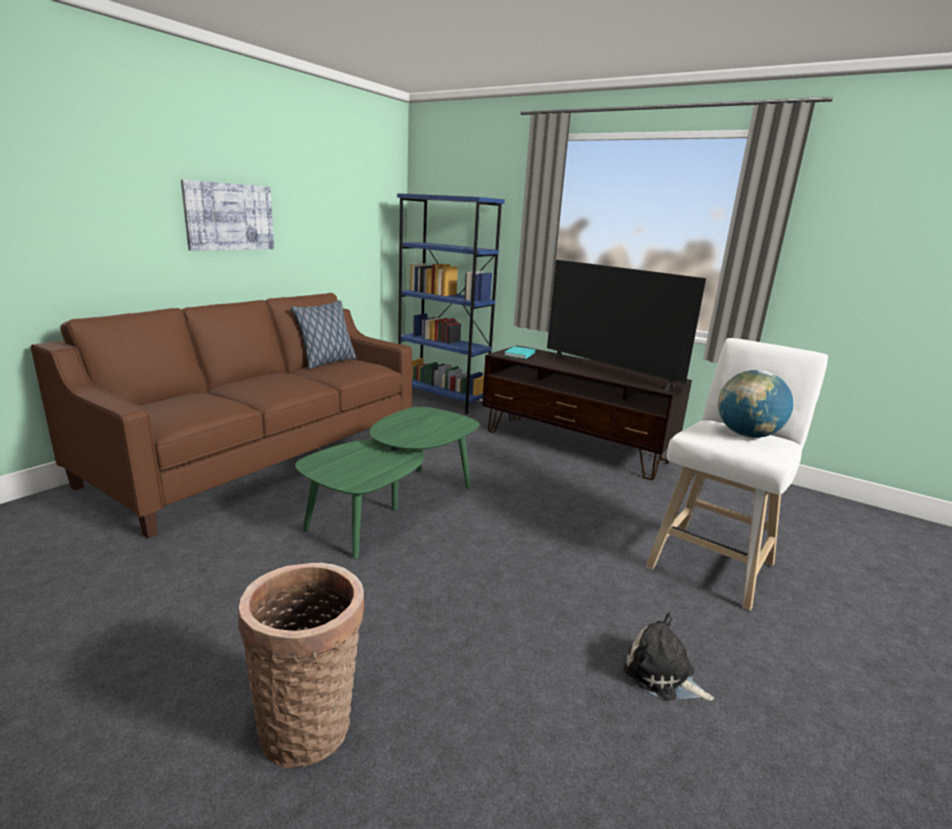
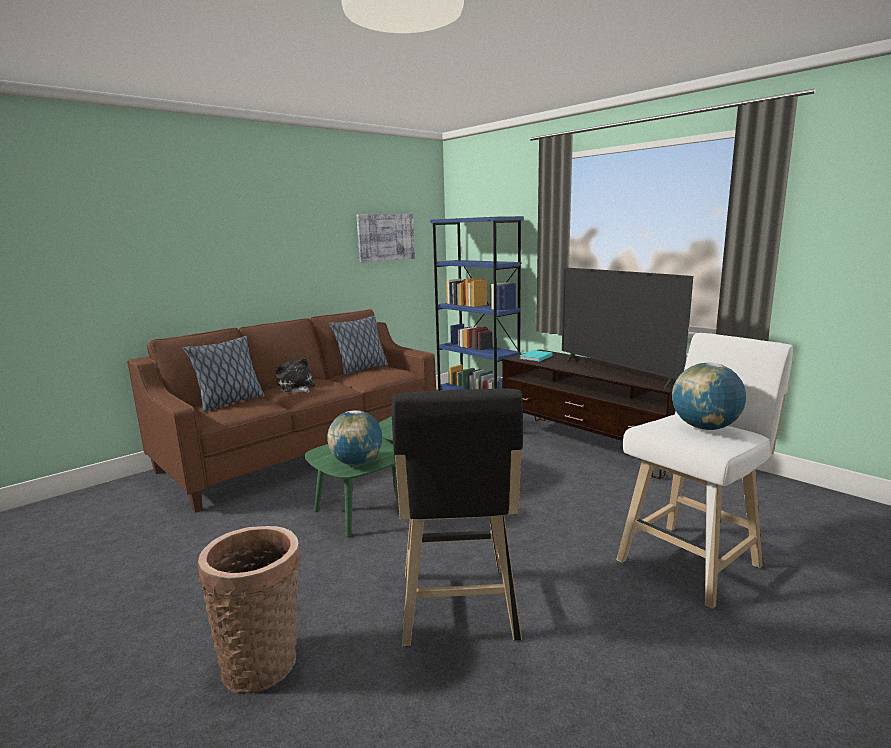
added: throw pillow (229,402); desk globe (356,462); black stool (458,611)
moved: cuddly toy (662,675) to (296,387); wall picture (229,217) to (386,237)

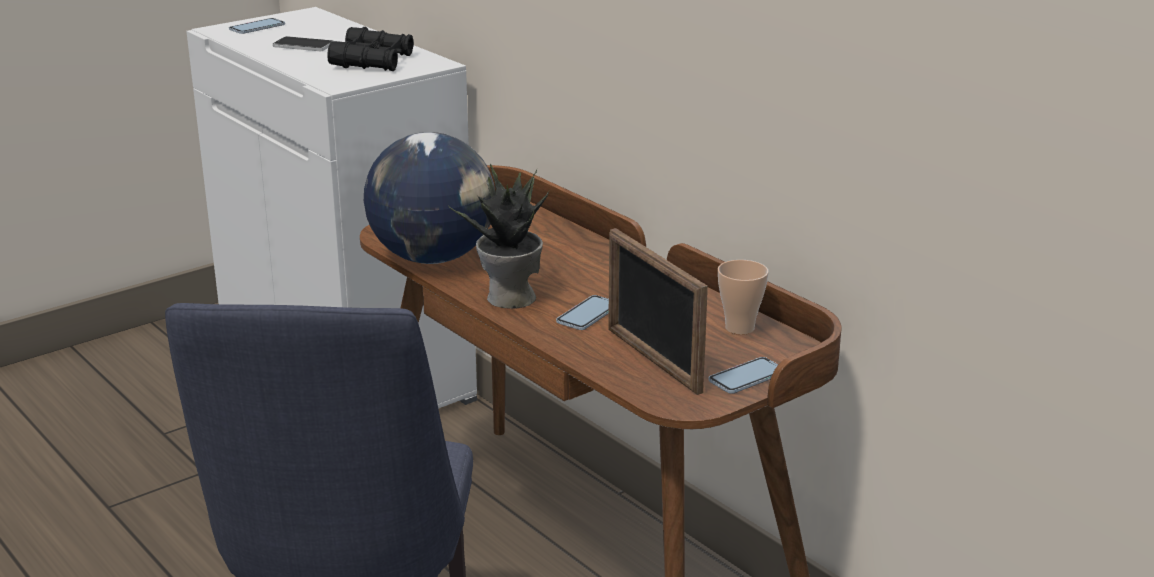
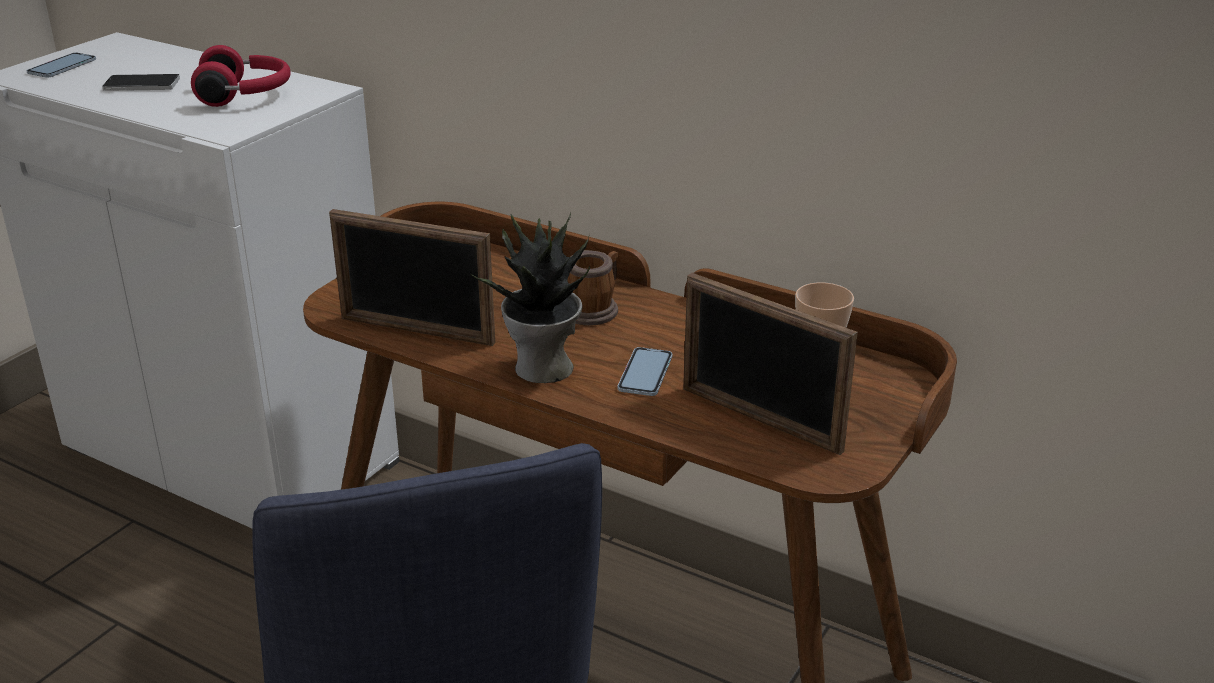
removed: telephone (747,377)
added: tea mug (594,309)
replaced: black field glasses (372,61) to red headphones (246,95); desk globe (434,258) to picture frame (416,331)

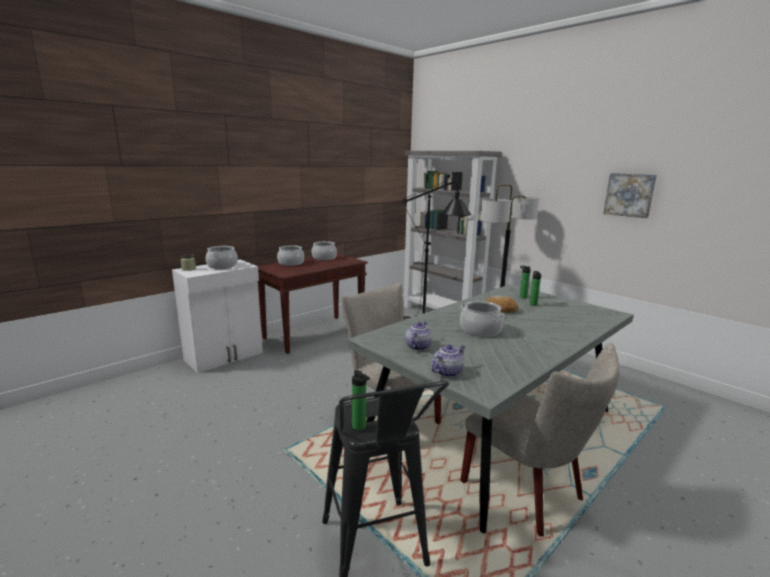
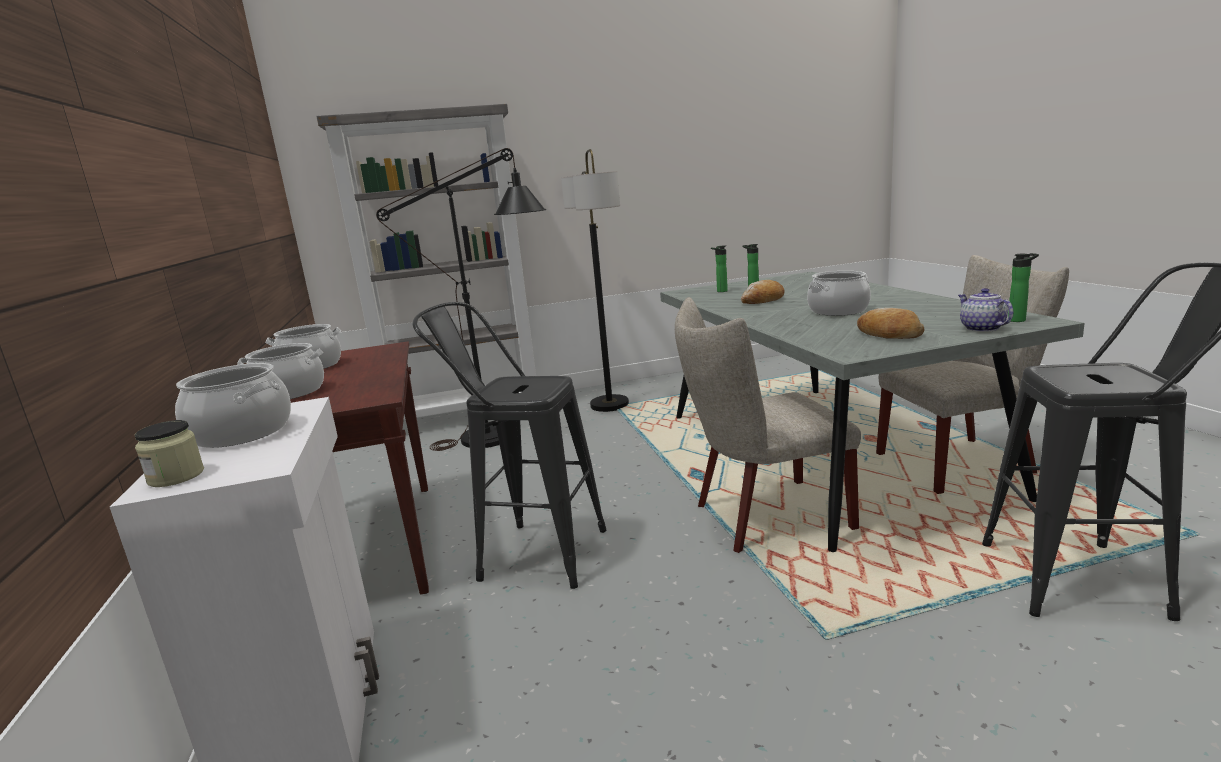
removed: wall picture (629,195)
added: black stool (530,553)
moved: bottle (360,427) to (1019,320)
replaced: teapot (418,346) to bakery bread (888,334)

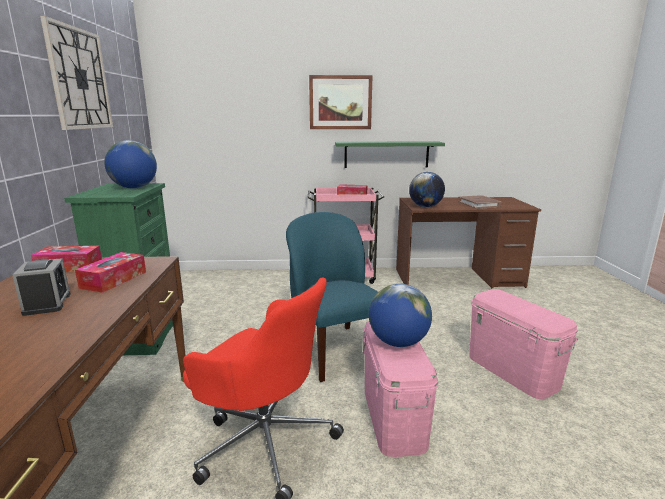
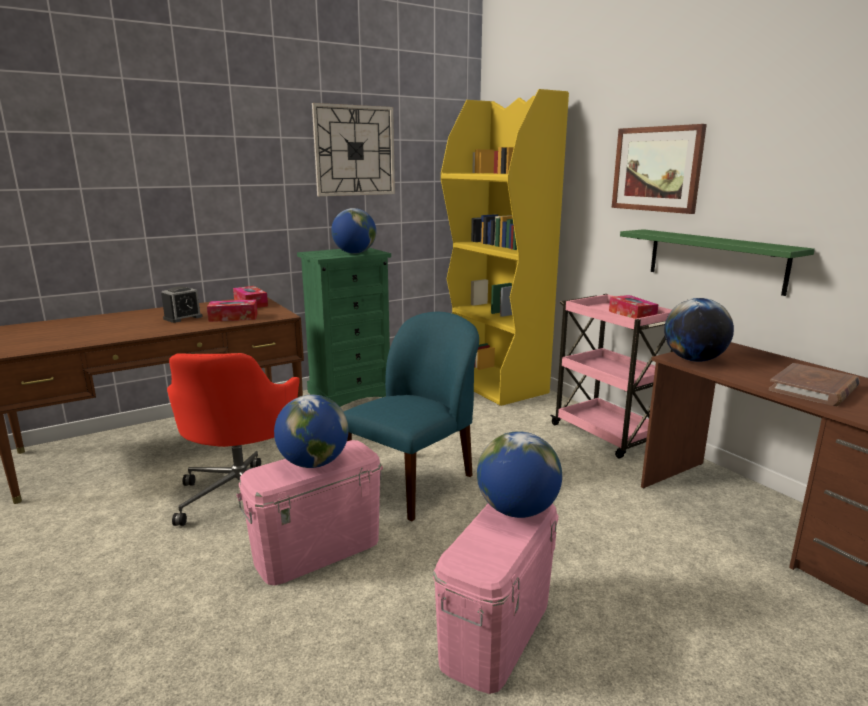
added: yellow-coloured shelving unit (493,383); desk globe (517,510)

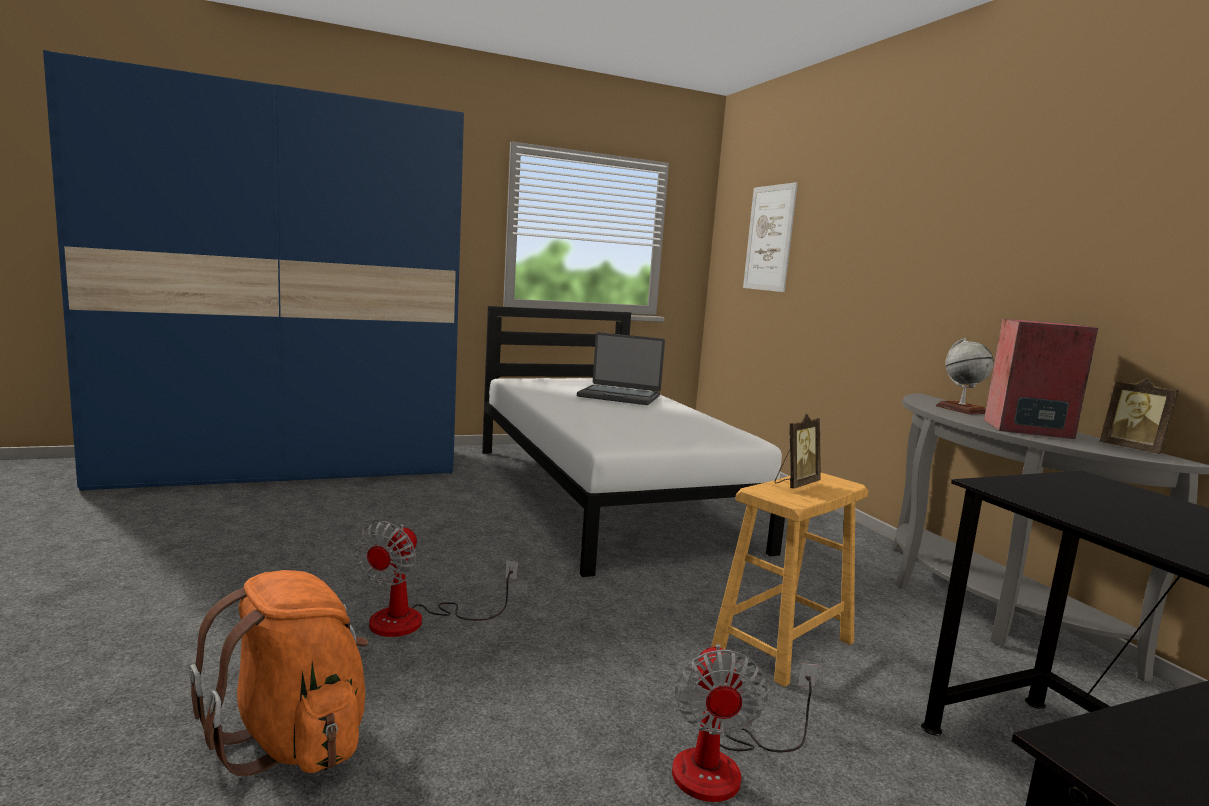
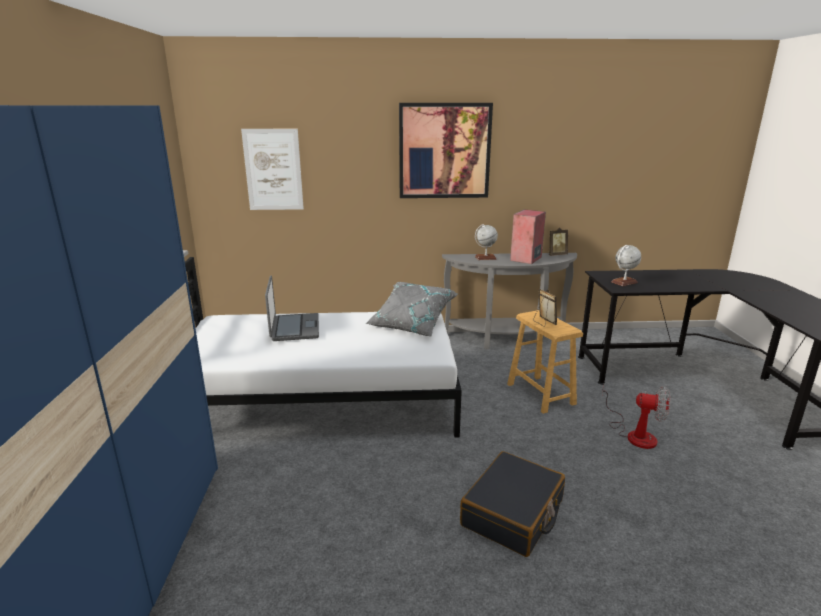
removed: orangey knapsack (294,739)
added: gray throw pillow (411,324); wall picture (444,151); desk globe (624,282)
replaced: electric fan (416,620) to black suitcase (513,513)
turned: laptop (619,396) = (294,328) 45 degrees counterclockwise

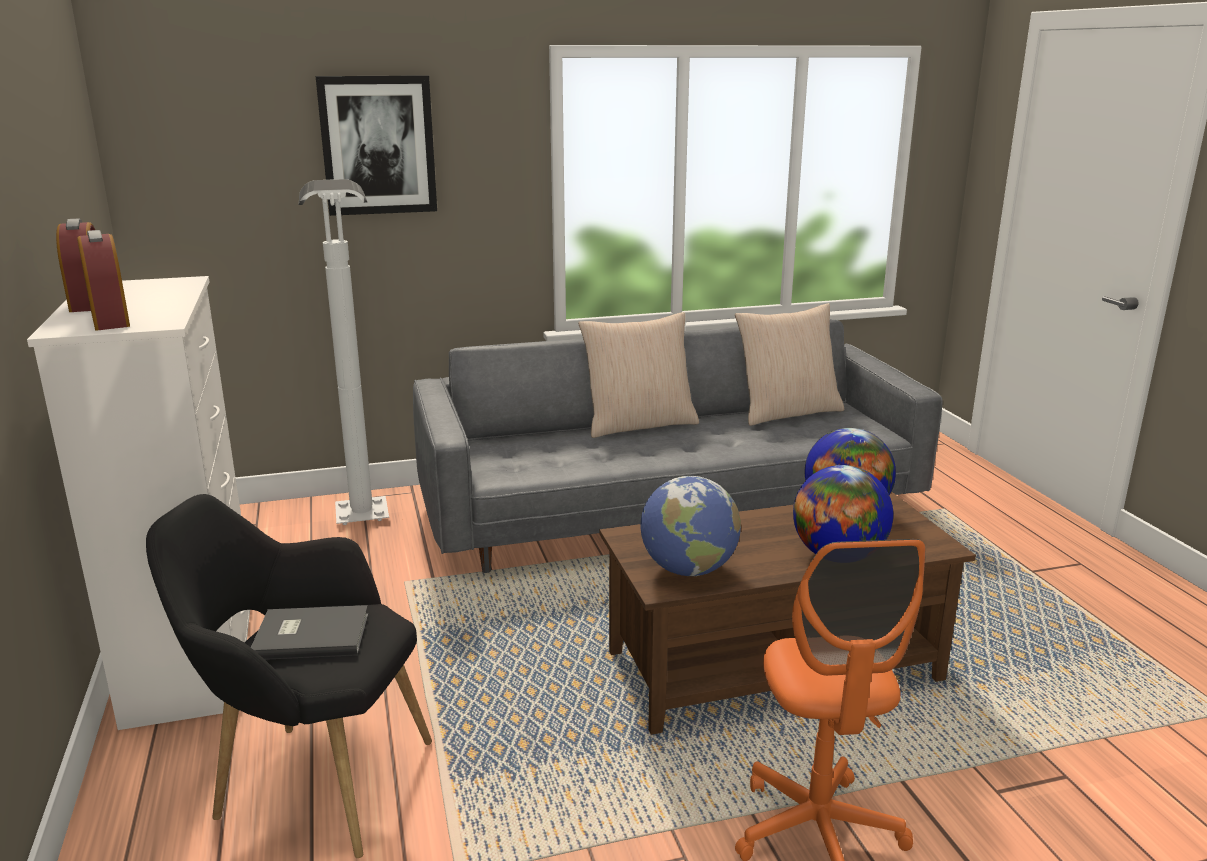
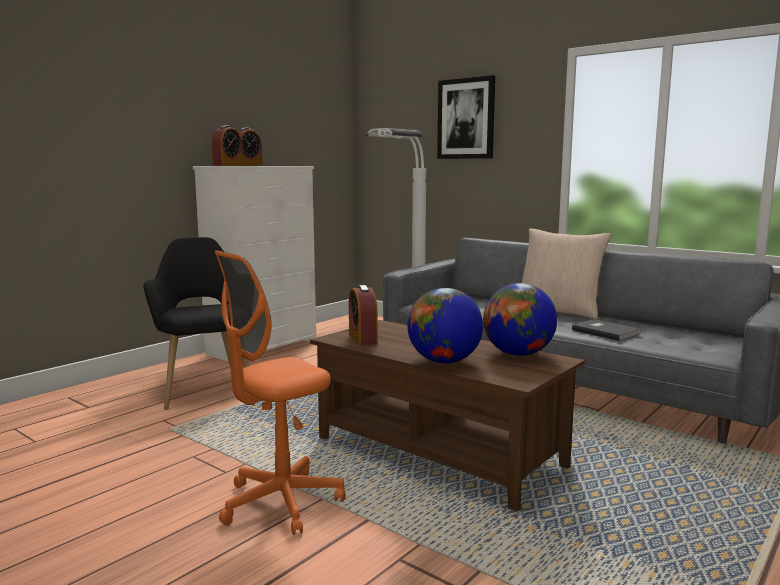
removed: beige throw pillow (787,412)
moved: gray book (310,635) to (605,331)
replaced: desk globe (688,570) to alarm clock (362,339)

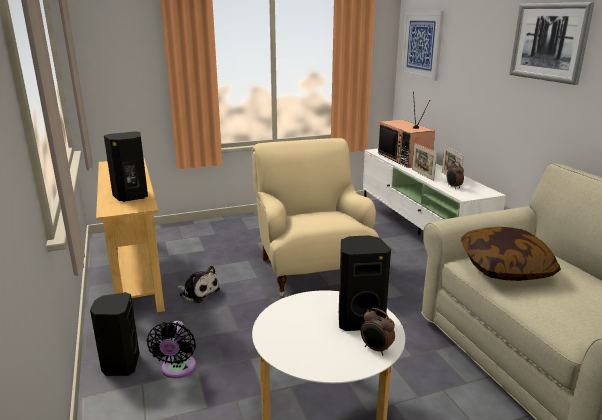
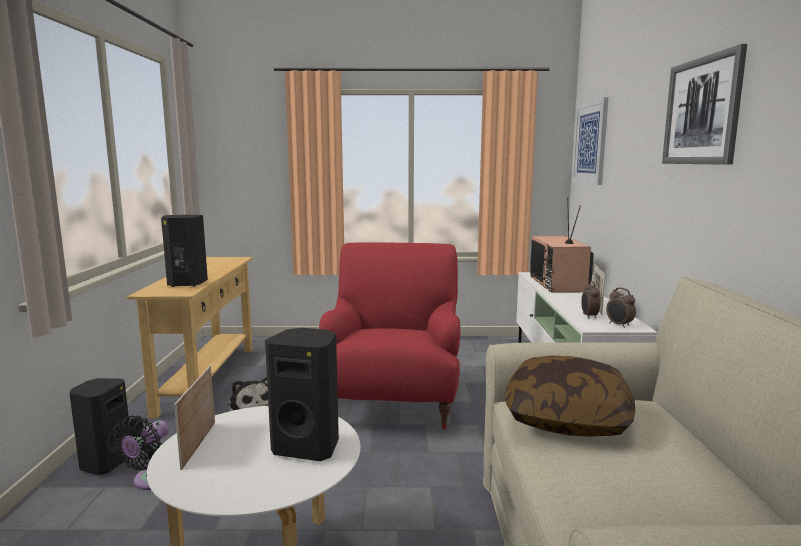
moved: picture frame (422,175) to (199,444); alarm clock (376,349) to (619,325)
recoloured: beige armchair (312,270) to red armchair (394,404)

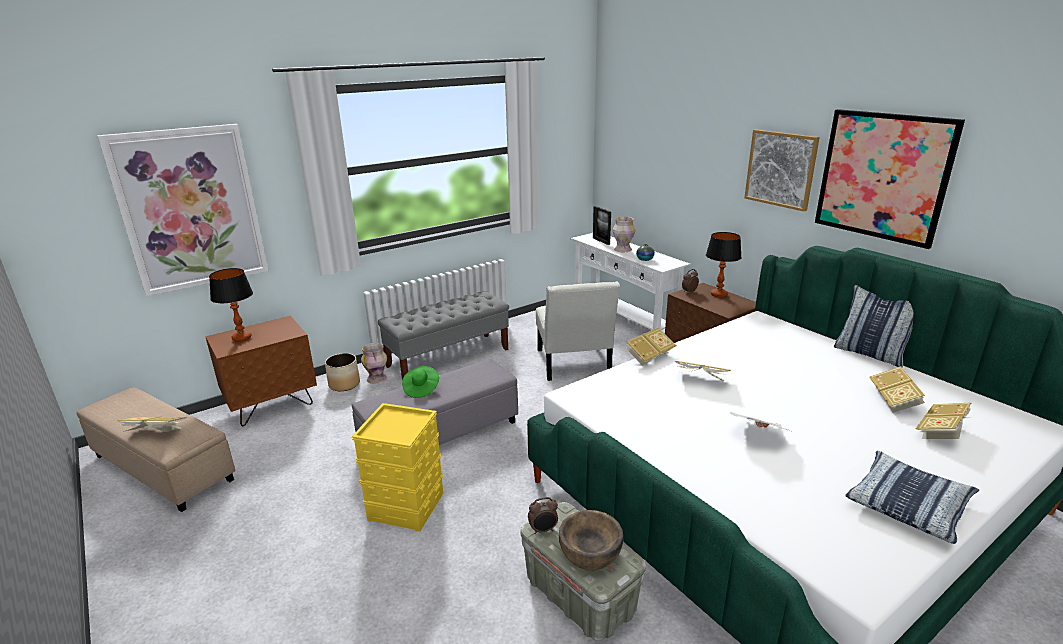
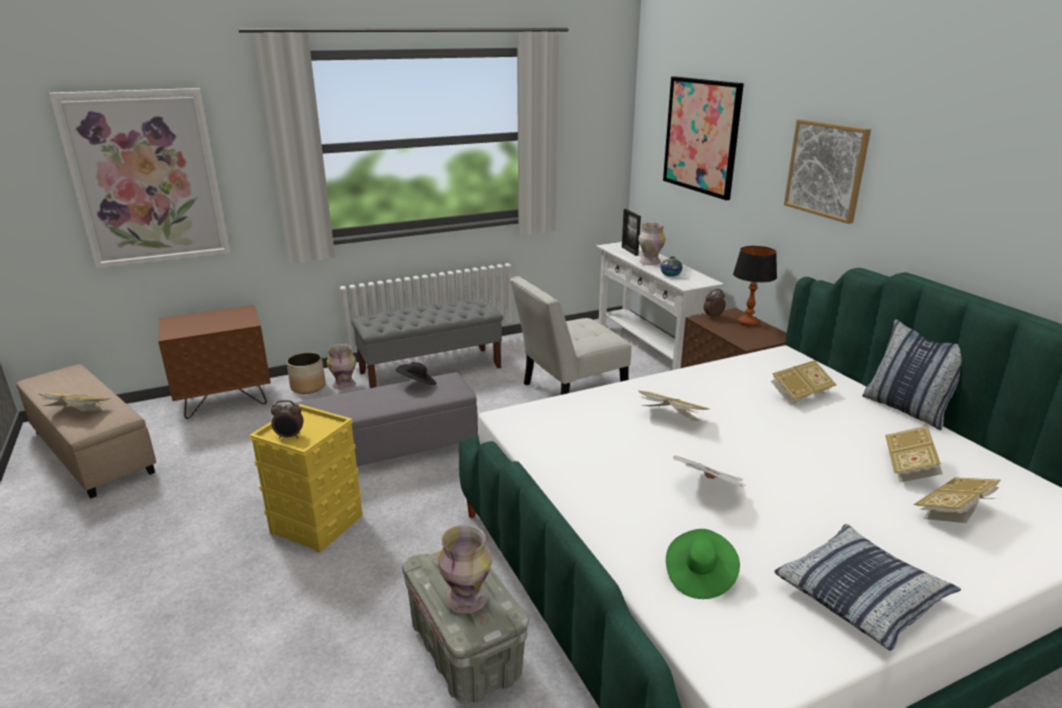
removed: table lamp (241,338)
added: black clothing hat (417,384)
moved: alarm clock (543,530) to (290,436); wall picture (883,176) to (701,136); green-coloured clothing hat (421,389) to (699,576); book (649,356) to (800,395)
replaced: brown-coloured bowl (590,552) to vase (467,598)
turned: white-coloured upright chair (573,365) = (568,392) 60 degrees clockwise

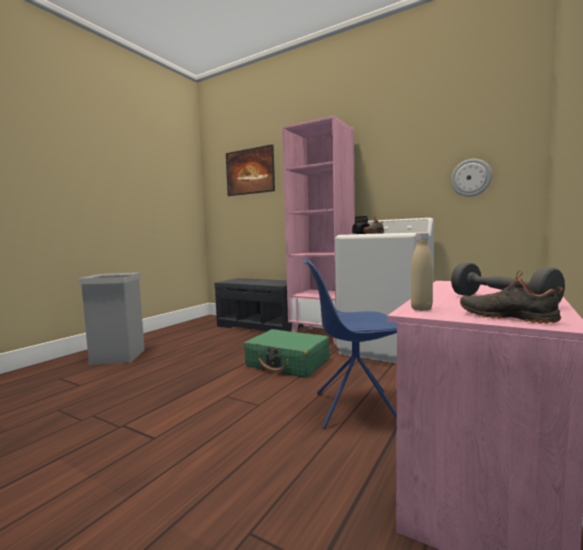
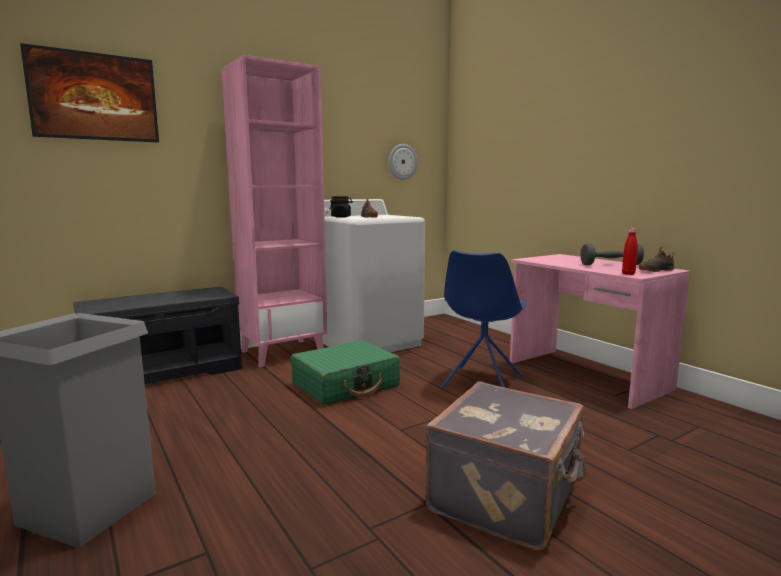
added: gray suitcase (507,497)
recoloured: beige bottle (421,309) to red bottle (628,274)

